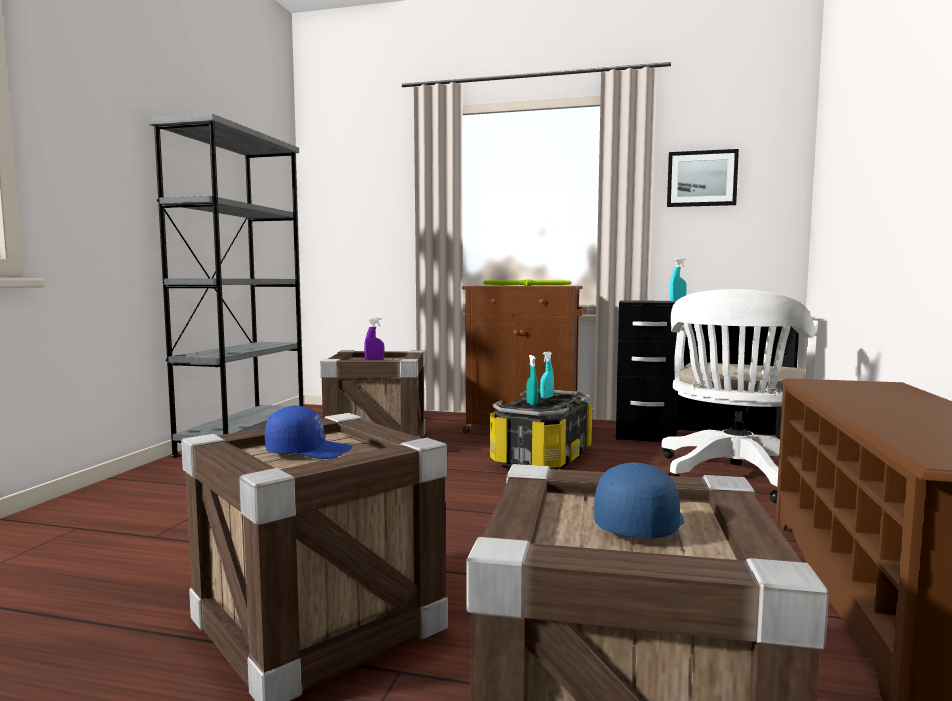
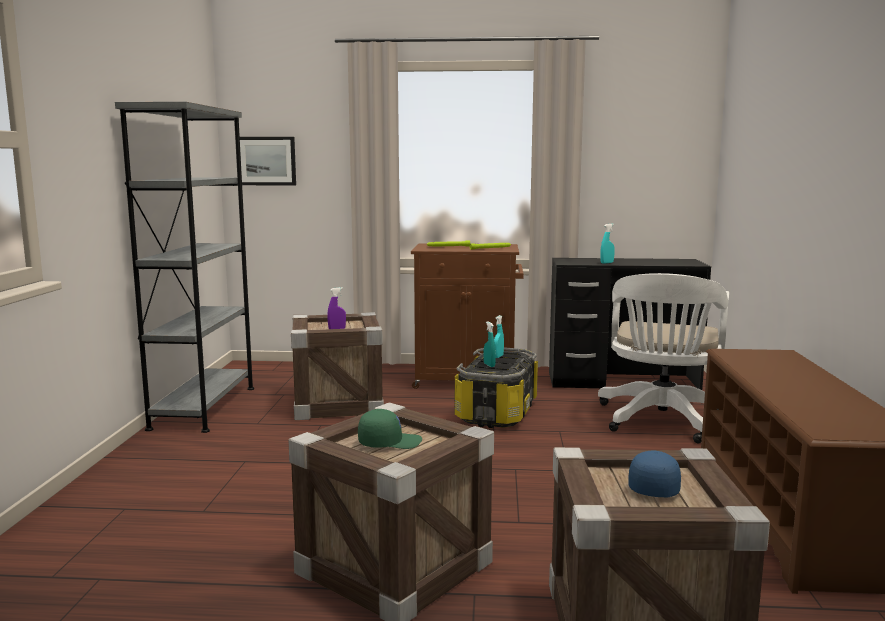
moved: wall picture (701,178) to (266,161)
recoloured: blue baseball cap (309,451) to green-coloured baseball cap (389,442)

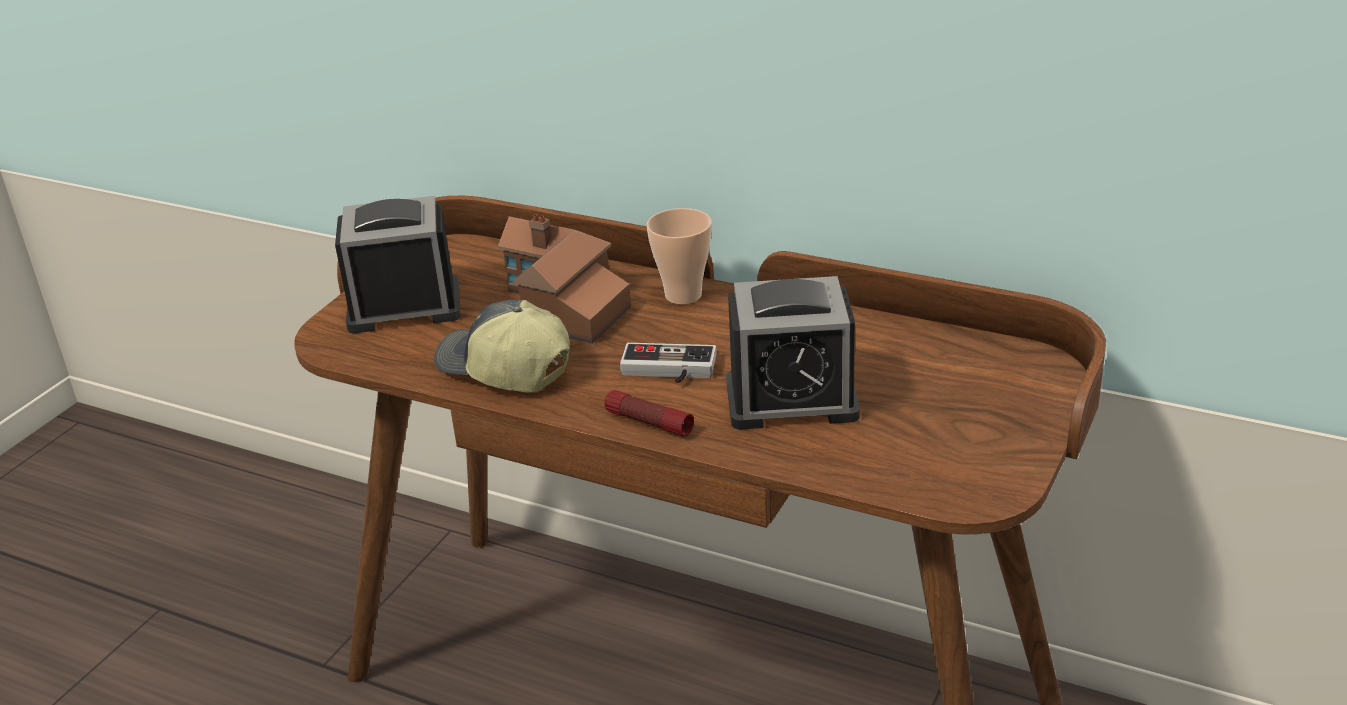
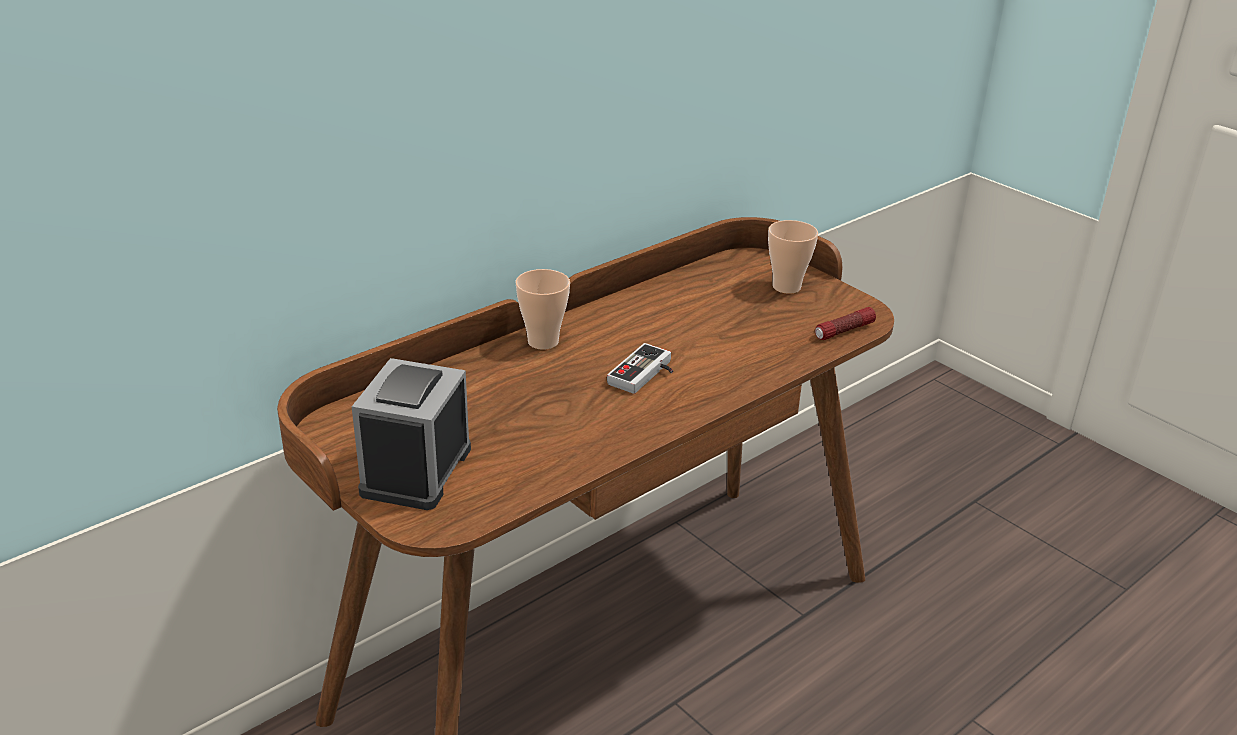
removed: baseball cap (503,369); toy house (562,305); alarm clock (791,399)
added: small cup (786,287)
moved: flashlight (648,422) to (844,331)

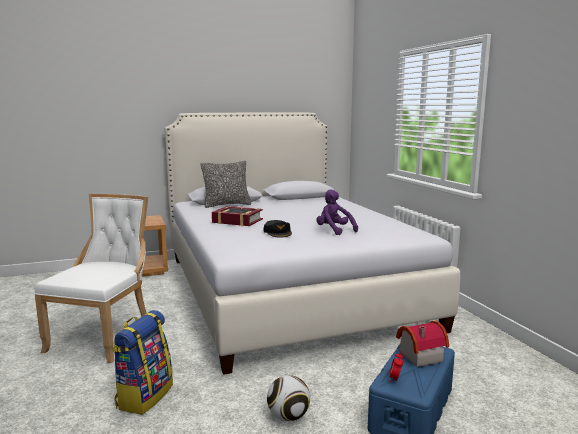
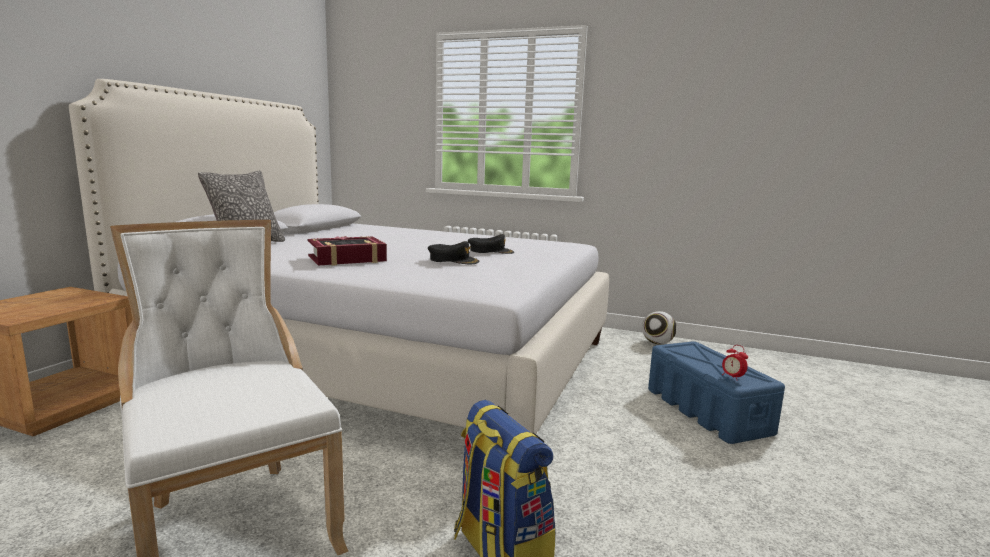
removed: toy house (418,355)
moved: football ball (288,417) to (657,343)
replaced: purple-coloured cuddly toy (334,231) to black baseball cap (490,251)

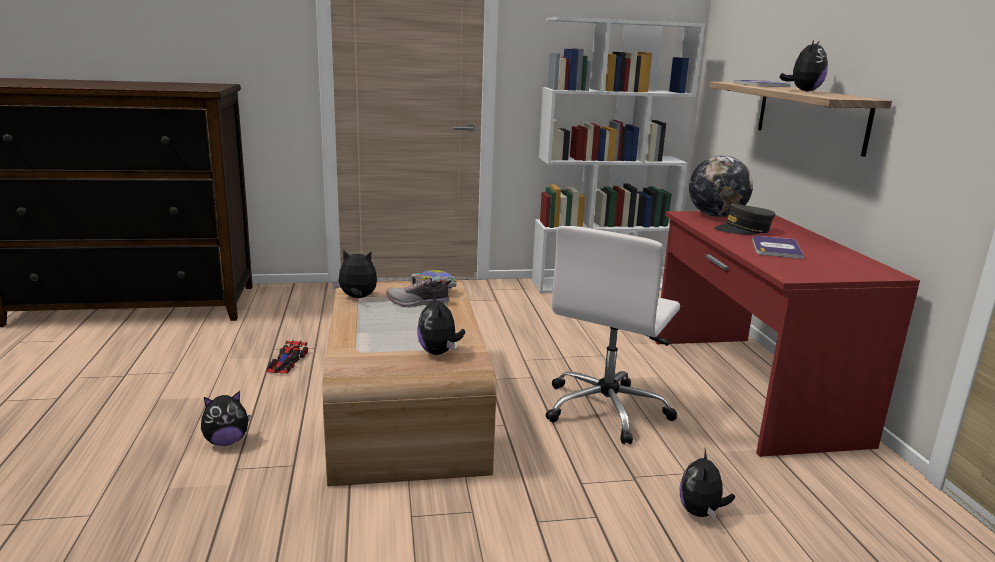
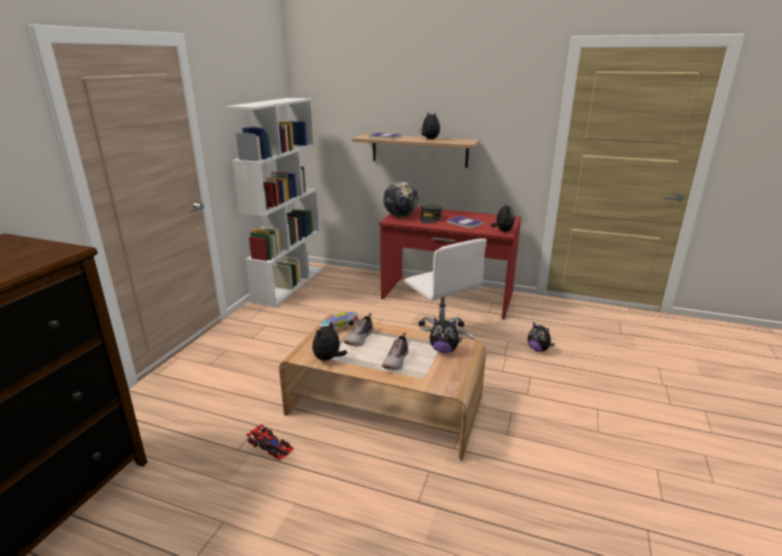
added: shoe (396,361)
moved: cuddly toy (226,441) to (502,231)

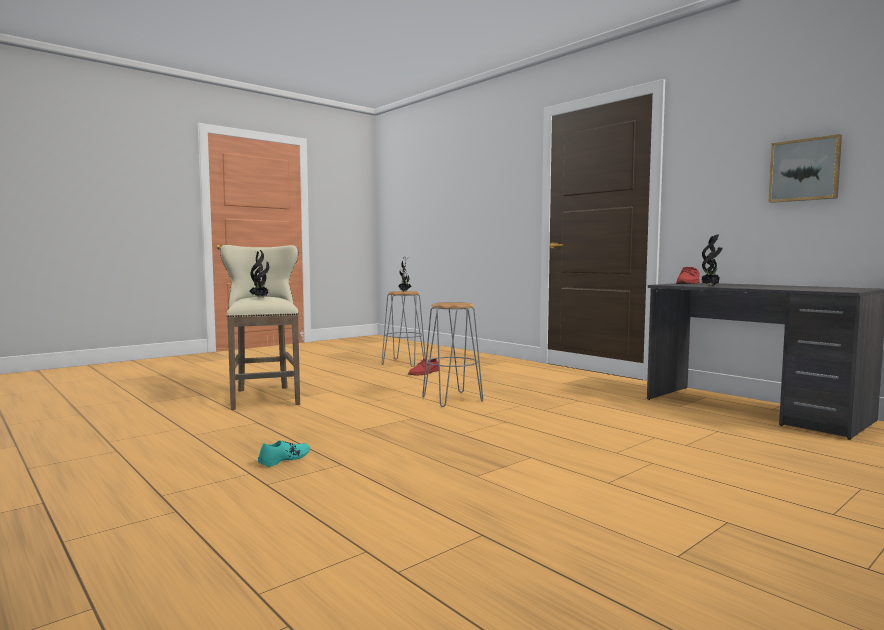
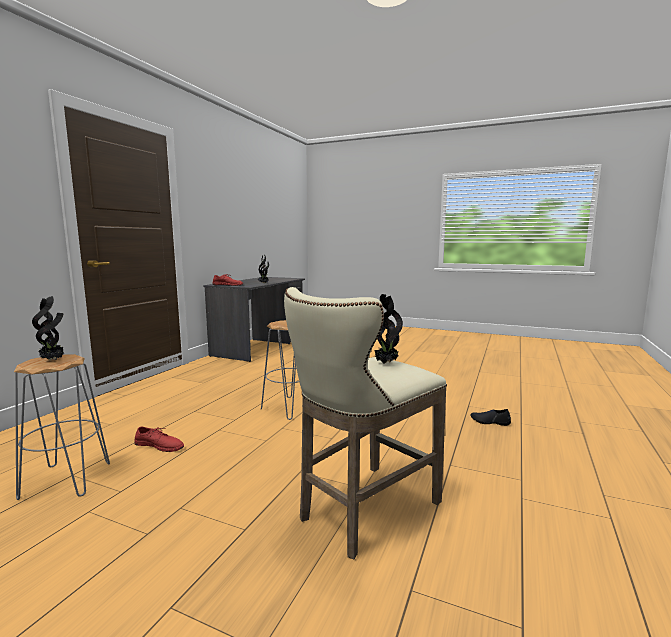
removed: wall picture (805,170)
recoloured: turquoise-coloured shoe (284,459) to black shoe (490,422)

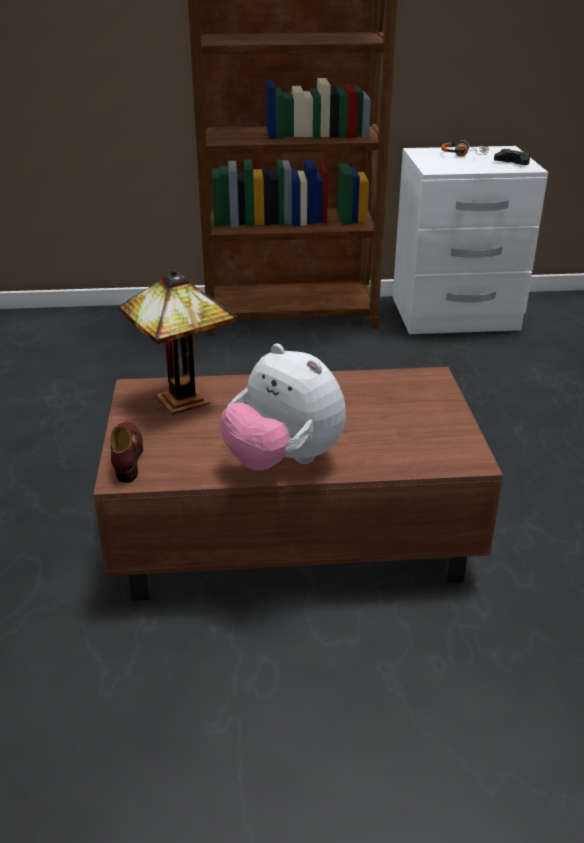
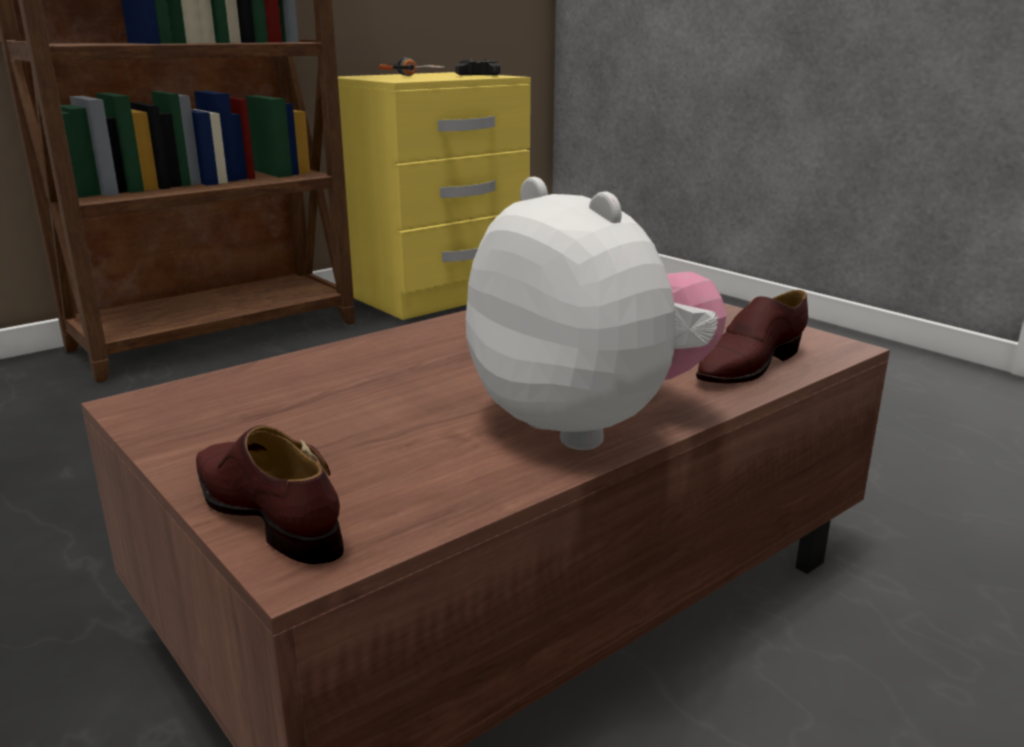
removed: table lamp (185,398)
added: brown-coloured shoe (748,365)
recoloured: white-coloured night table (455,315) to yellow-coloured night table (435,293)
turned: cuddly toy (283,461) = (589,422) 135 degrees counterclockwise

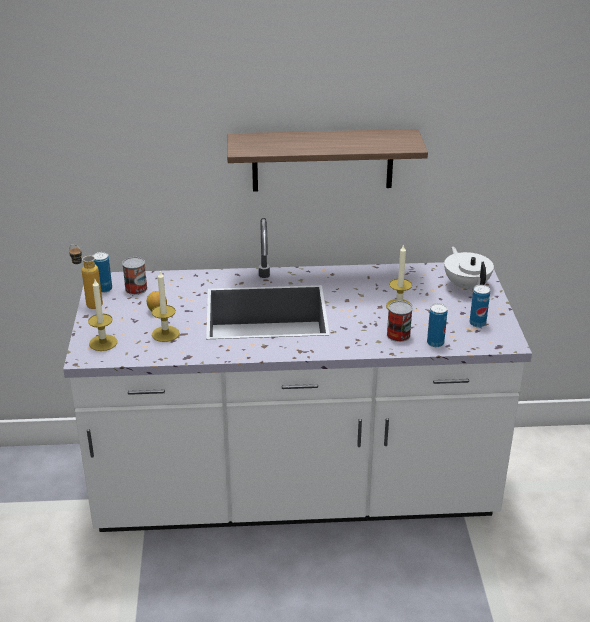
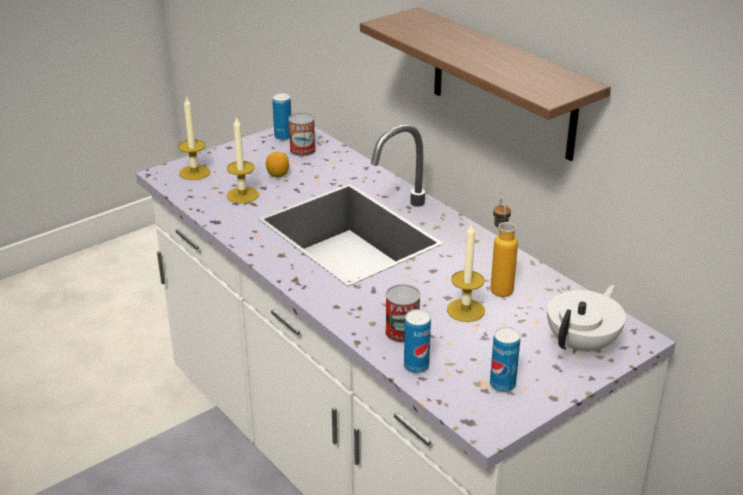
moved: bottle (89,303) to (499,285)

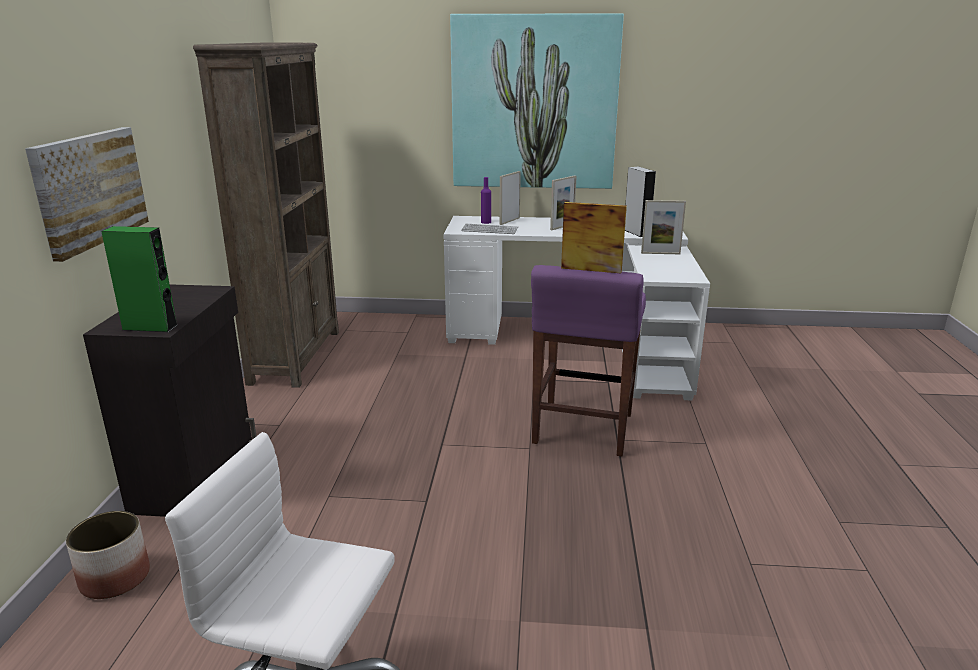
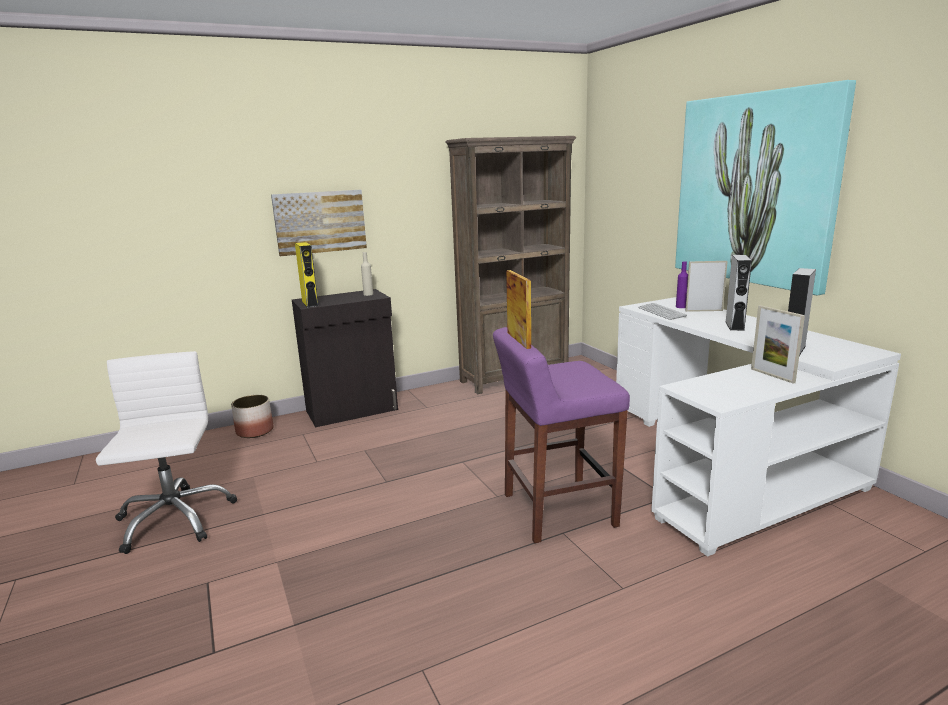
added: beige bottle (368,294)
replaced: picture frame (562,227) to gray loudspeaker (734,326)
recoloured: green-coloured loudspeaker (150,327) to yellow-coloured loudspeaker (310,303)

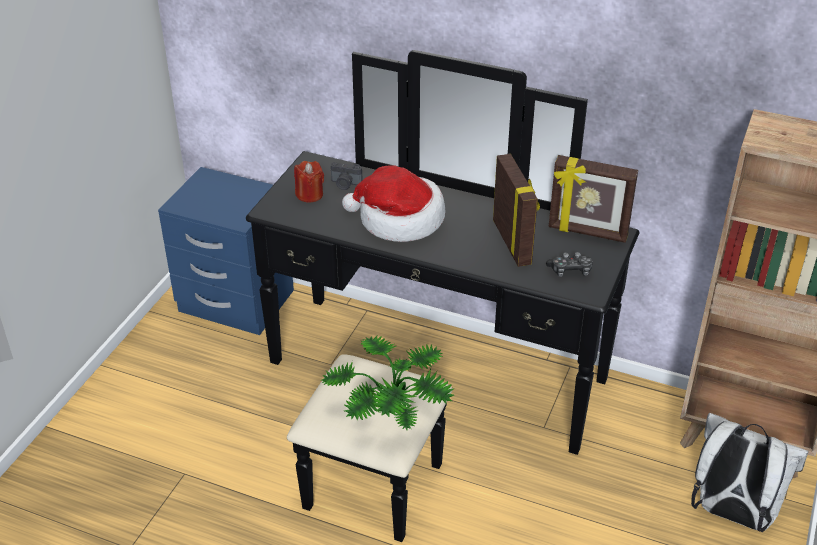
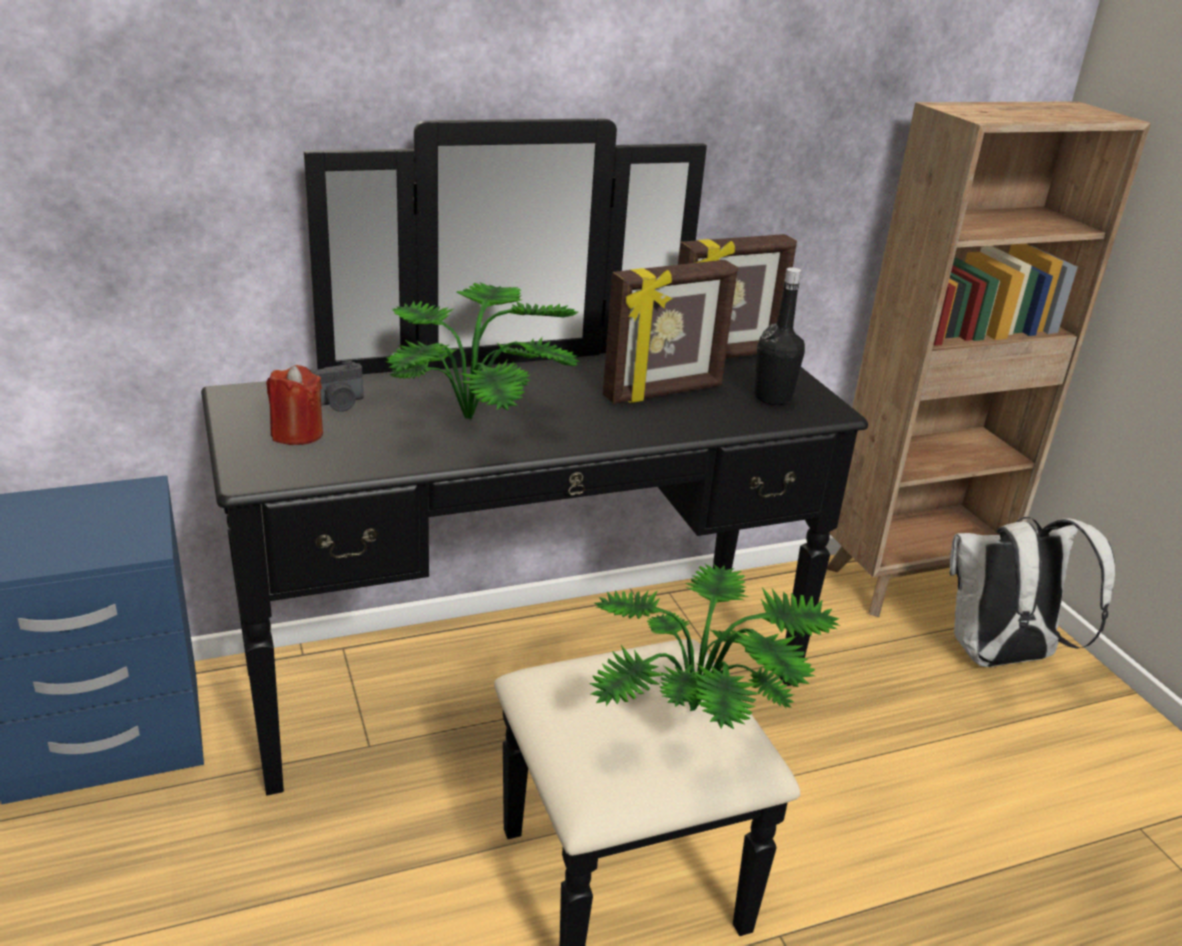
replaced: clothing hat (399,219) to plant in a pot (481,418); game controller (570,271) to black bottle (772,397)
turned: picture frame (513,242) = (664,393) 120 degrees clockwise

